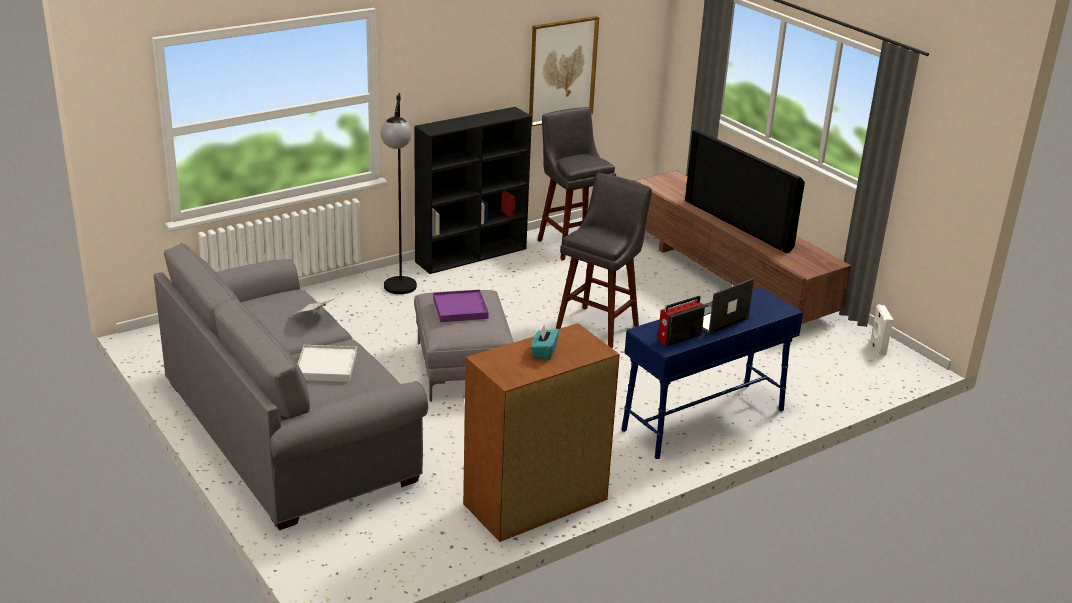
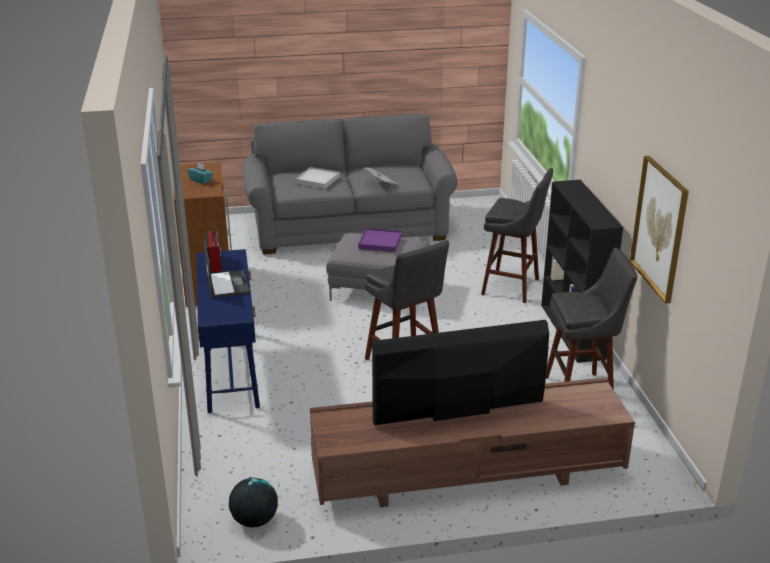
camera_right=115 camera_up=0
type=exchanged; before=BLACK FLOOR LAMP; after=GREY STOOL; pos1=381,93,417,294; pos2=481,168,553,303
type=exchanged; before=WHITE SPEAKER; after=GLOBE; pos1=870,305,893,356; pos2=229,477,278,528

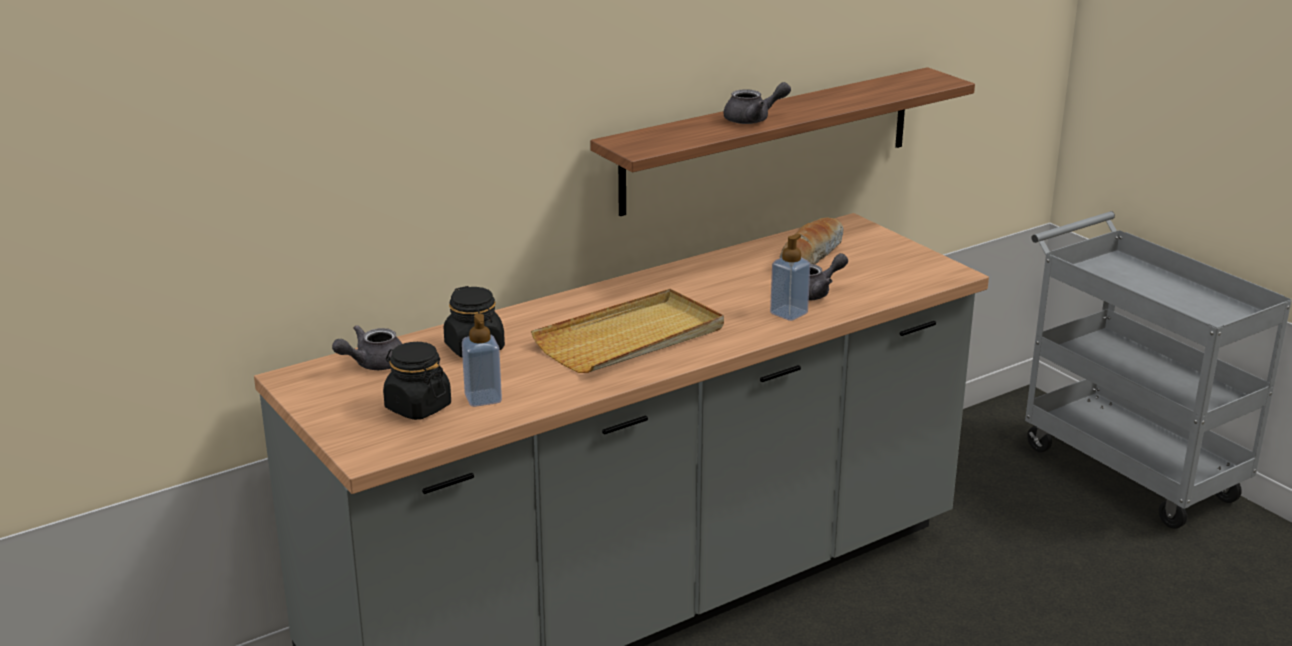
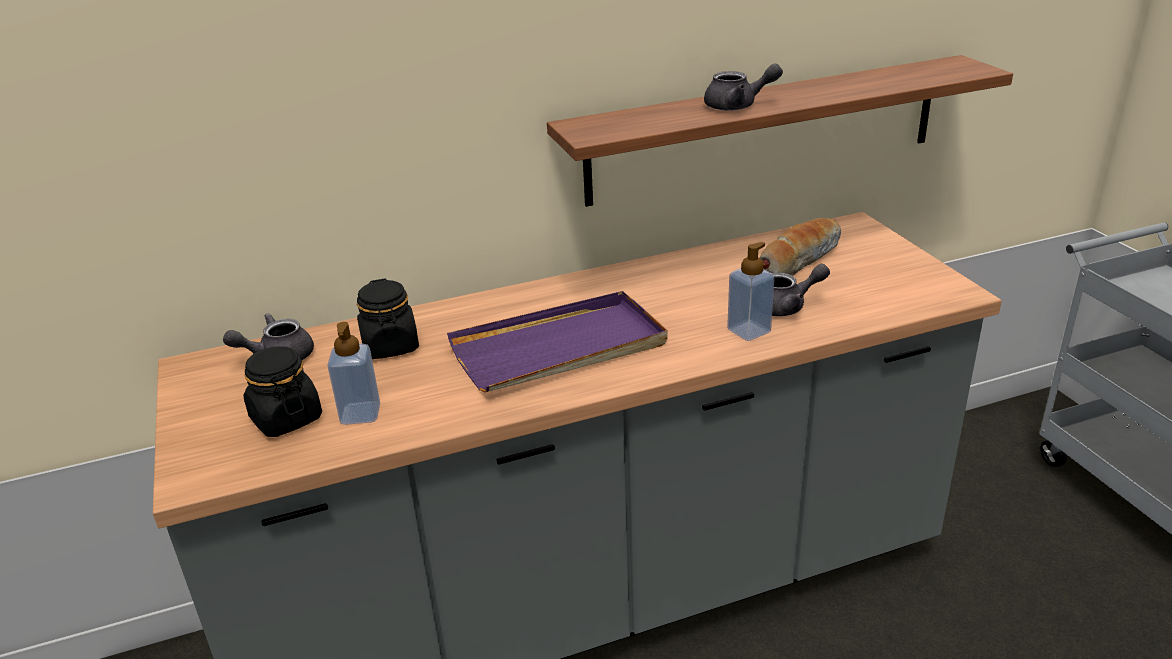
camera_right=15 camera_up=5
type=colour; before=BEIGE TRAY; after=PURPLE TRAY; pos1=531,289,724,373; pos2=447,291,668,393

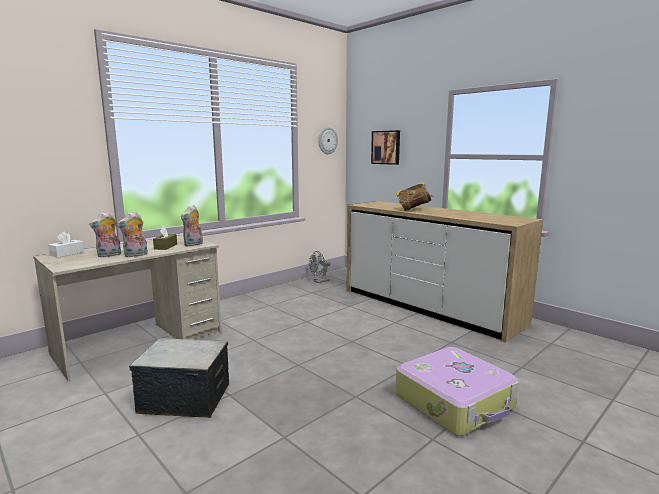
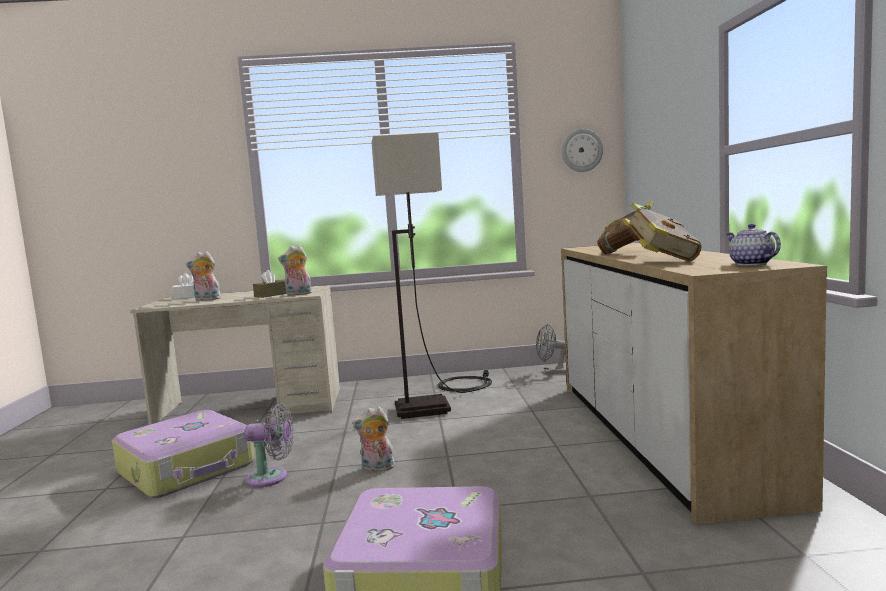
camera_right=40 camera_up=-5
type=missing; before=PICTURE; pos1=371,130,400,165
type=relocated; before=PLUSH TOY; pos1=117,212,148,257; pos2=352,406,396,473
type=exchanged; before=STORAGE BOX; after=SUITCASE; pos1=129,338,229,418; pos2=112,410,254,498
type=appeared; after=FLOOR LAMP; pos2=371,133,492,419
type=appeared; after=BOOK; pos2=623,203,701,262
type=appeared; after=TEAPOT; pos2=726,224,781,266
type=appeared; after=GREY FAN; pos2=244,404,294,488

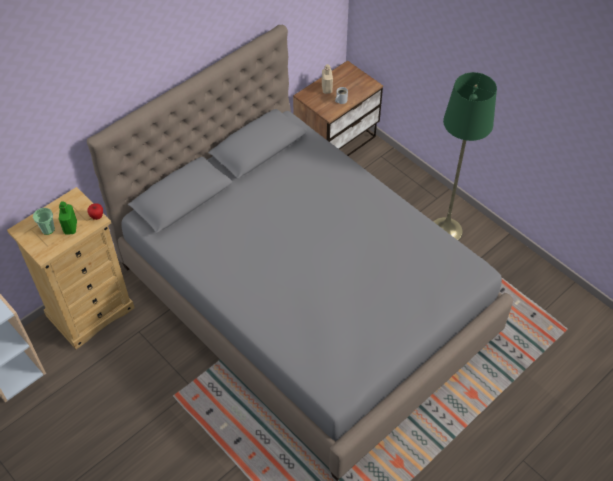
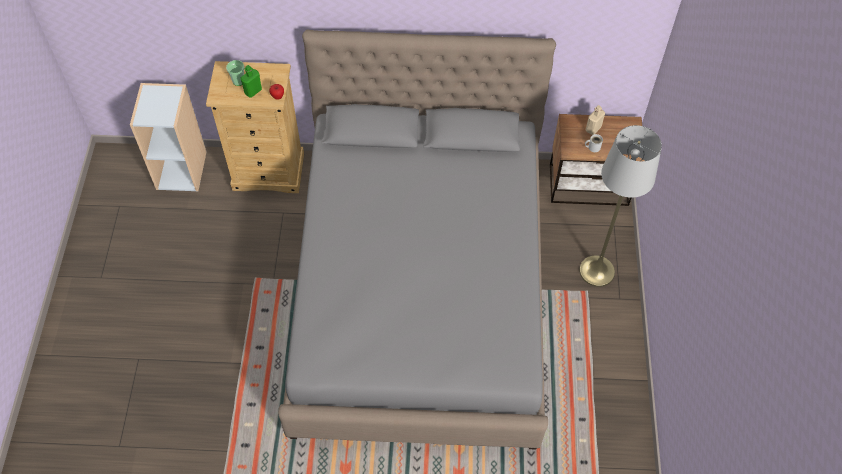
camera_right=45 camera_up=5
type=missing; before=GREEN FLOOR LAMP; pos1=433,72,497,241
type=appeared; after=GREY FLOOR LAMP; pos2=579,125,662,287

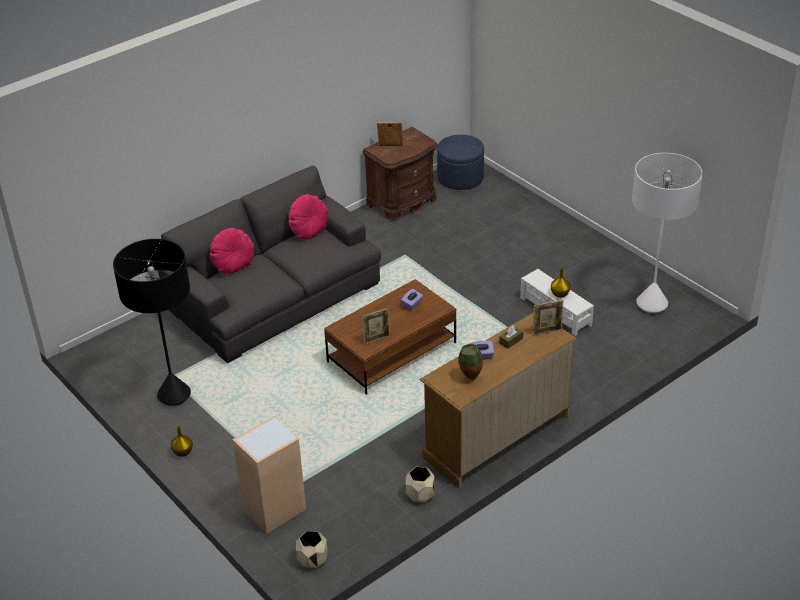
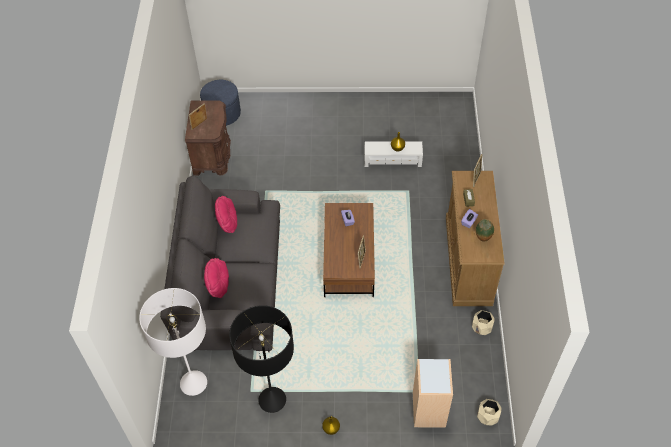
camera_right=-50 camera_up=15
type=relocated; before=WHITE FLOOR LAMP; pos1=632,153,703,313; pos2=139,288,207,396

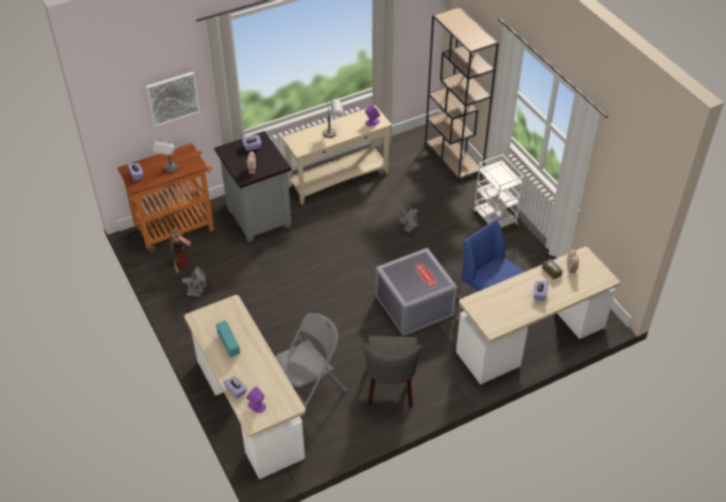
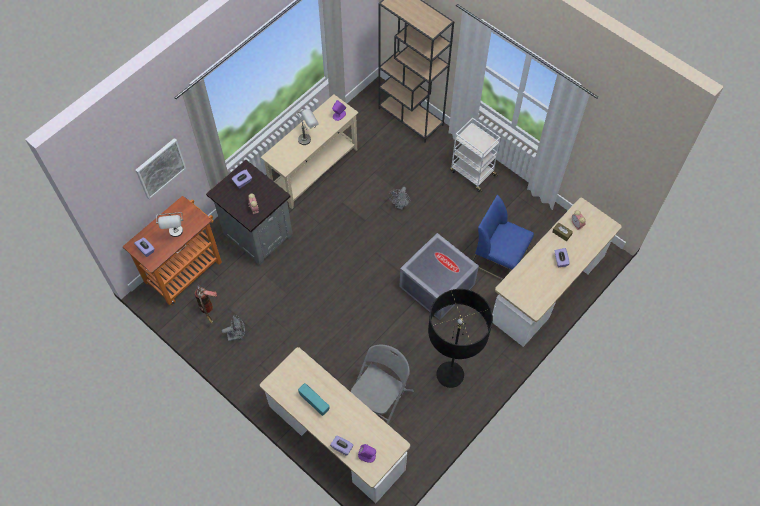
camera_right=-20 camera_up=15
type=exchanged; before=GREY CHAIR; after=BLACK FLOOR LAMP; pos1=362,336,422,408; pos2=428,289,493,388

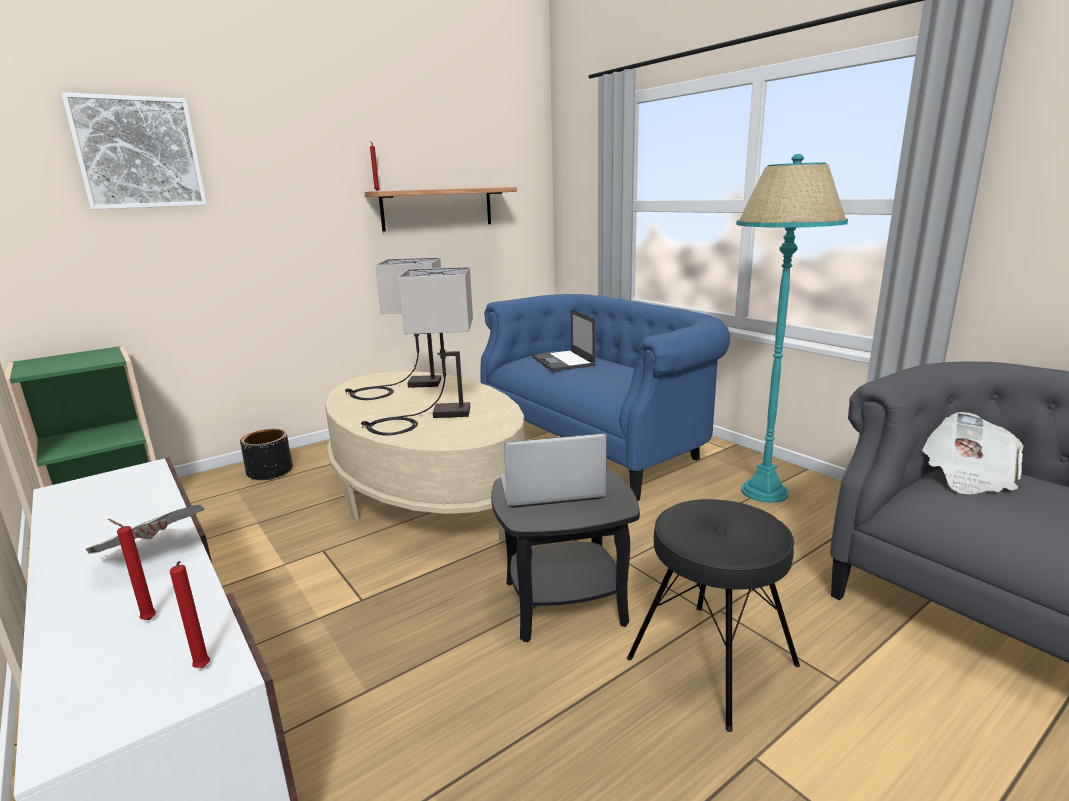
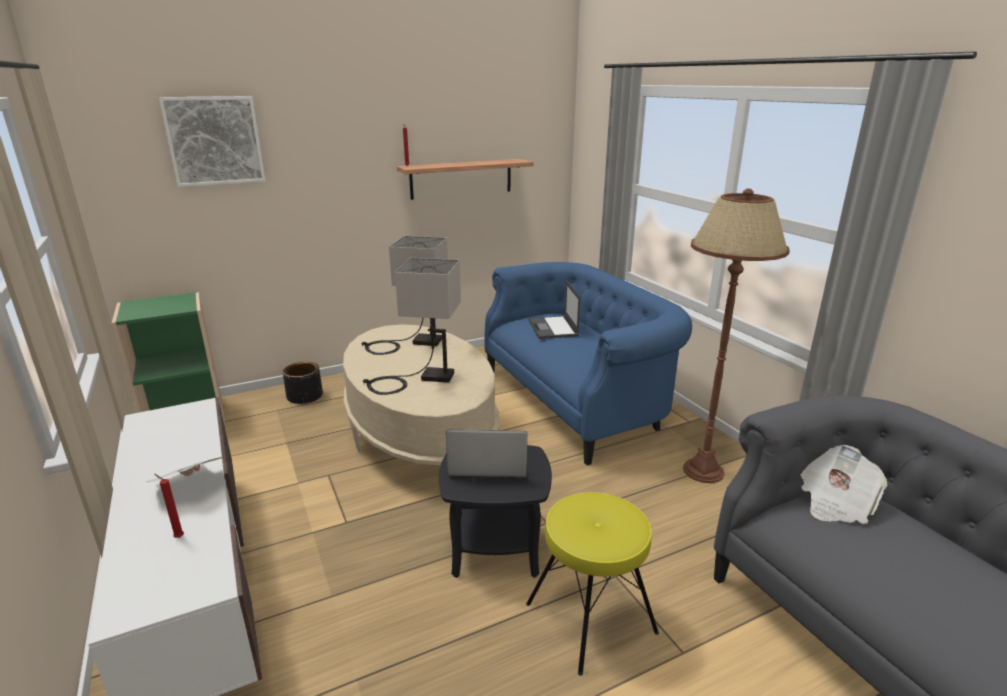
camera_right=10 camera_up=5
type=colour; before=TURQUOISE FLOOR LAMP; after=BROWN FLOOR LAMP; pos1=736,154,848,503; pos2=683,189,790,483
type=colour; before=BLACK STOOL; after=YELLOW STOOL; pos1=627,499,800,732; pos2=526,492,659,676
type=missing; before=RED CANDLE; pos1=170,561,210,668

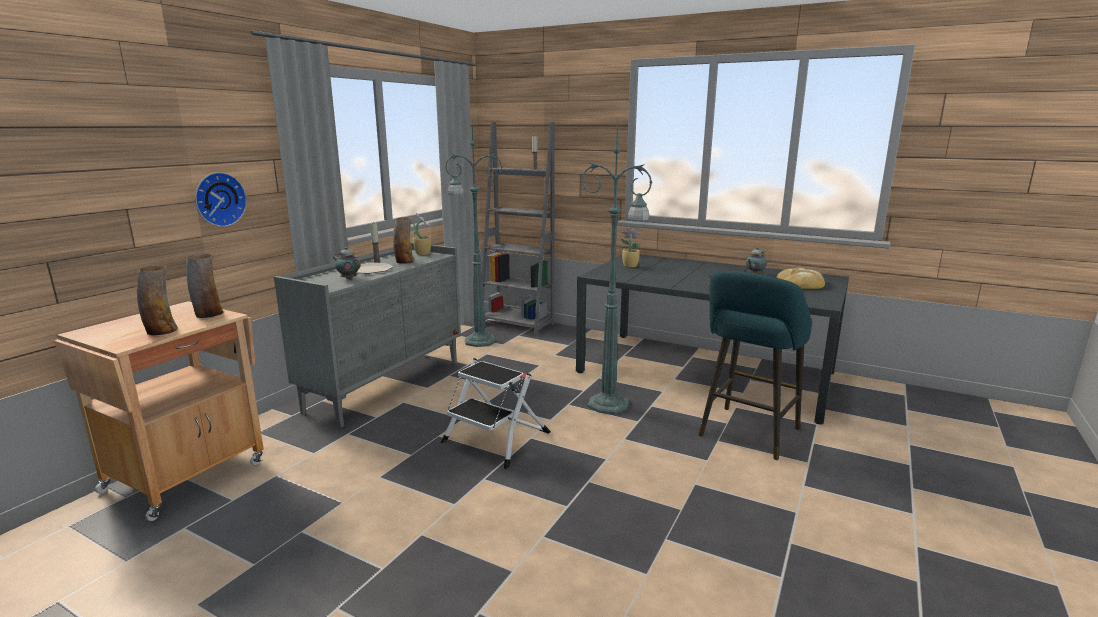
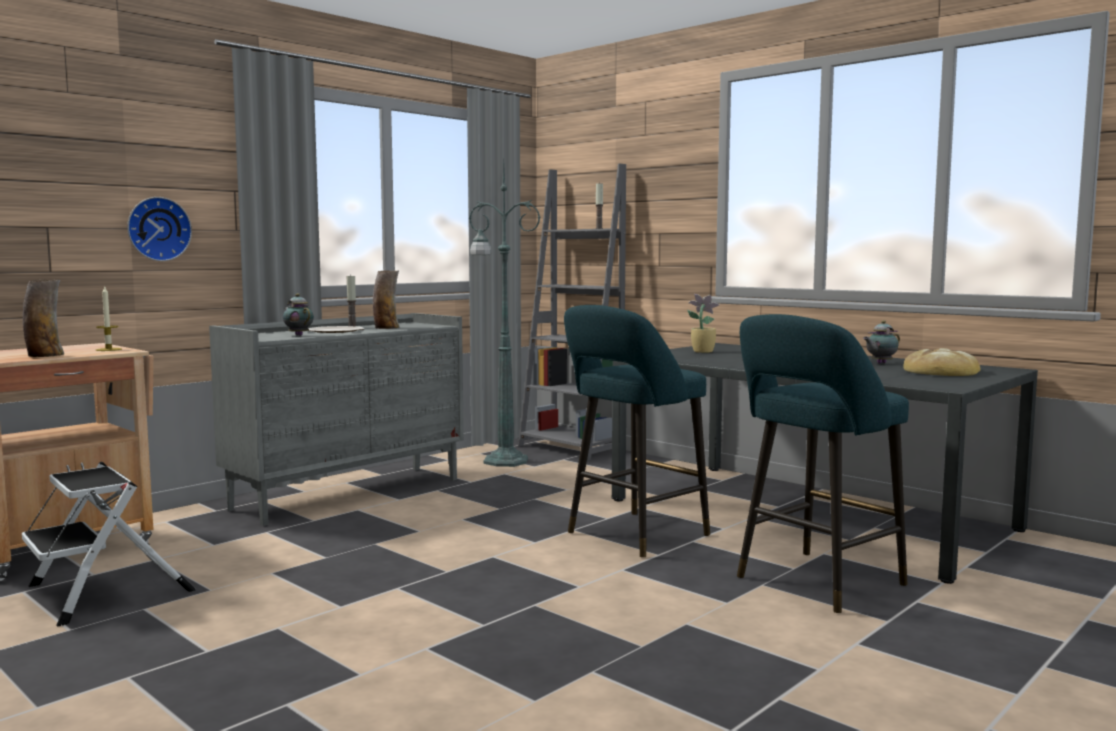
camera_right=15 camera_up=-10
type=exchanged; before=GREEN FLOOR LAMP; after=TURQUOISE STOOL; pos1=582,122,652,415; pos2=564,305,710,557
type=missing; before=POTTED PLANT; pos1=413,212,431,255
type=exchanged; before=VASE; after=CANDLE; pos1=186,253,223,318; pos2=96,285,122,351
type=relocated; before=STEP LADDER; pos1=441,358,551,469; pos2=22,462,196,627

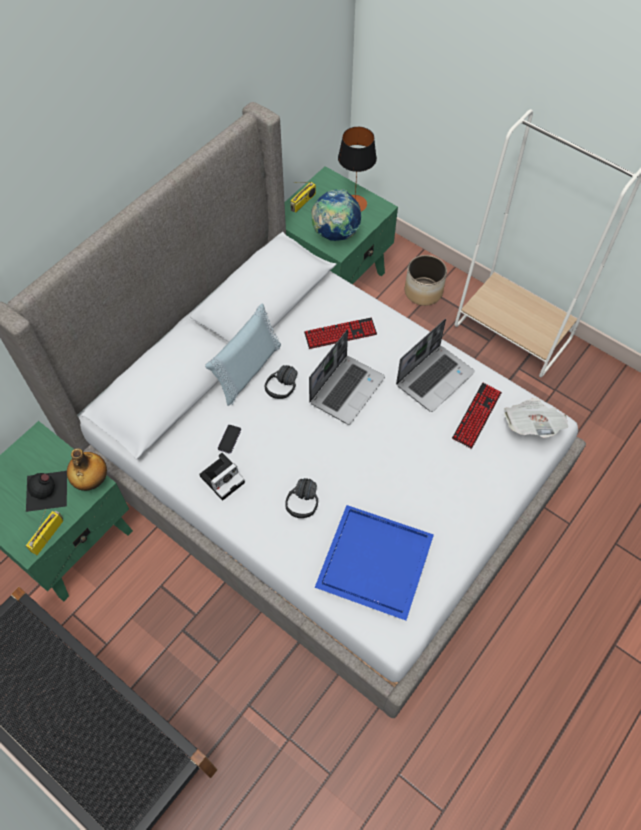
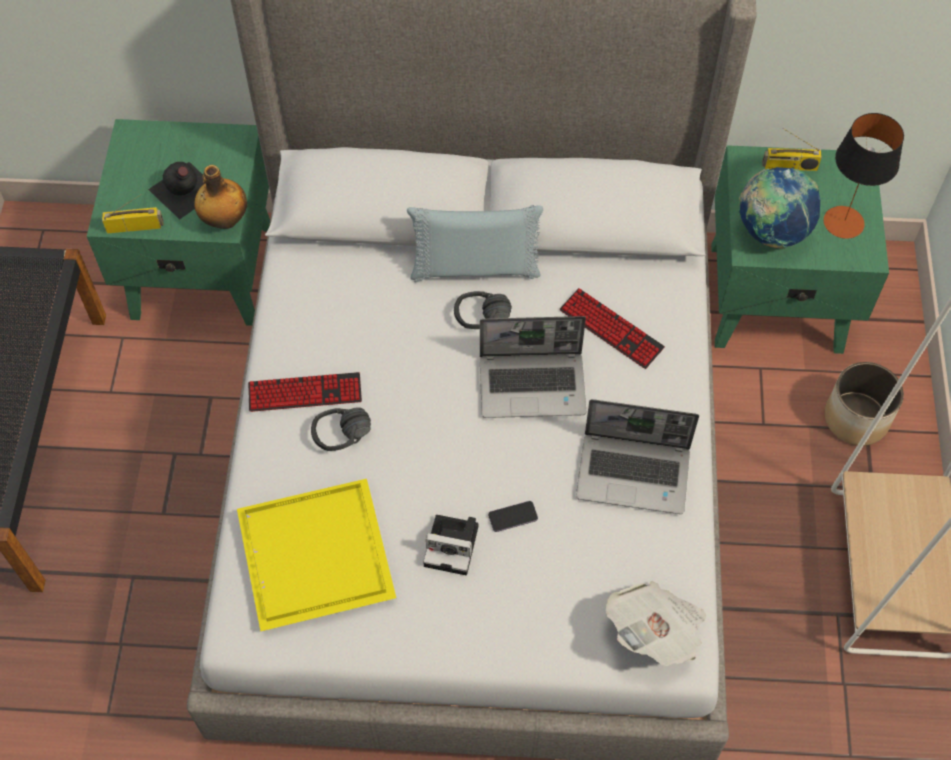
camera_right=55 camera_up=0
type=relocated; before=KEYBOARD; pos1=452,383,502,449; pos2=248,372,362,412
type=relocated; before=PHONE; pos1=218,425,241,453; pos2=488,501,538,532
type=relocated; before=PHOTO CAMERA; pos1=199,453,245,500; pos2=423,515,478,575
type=colour; before=BLUE TRAY; after=YELLOW TRAY; pos1=315,505,434,620; pos2=237,479,396,632

